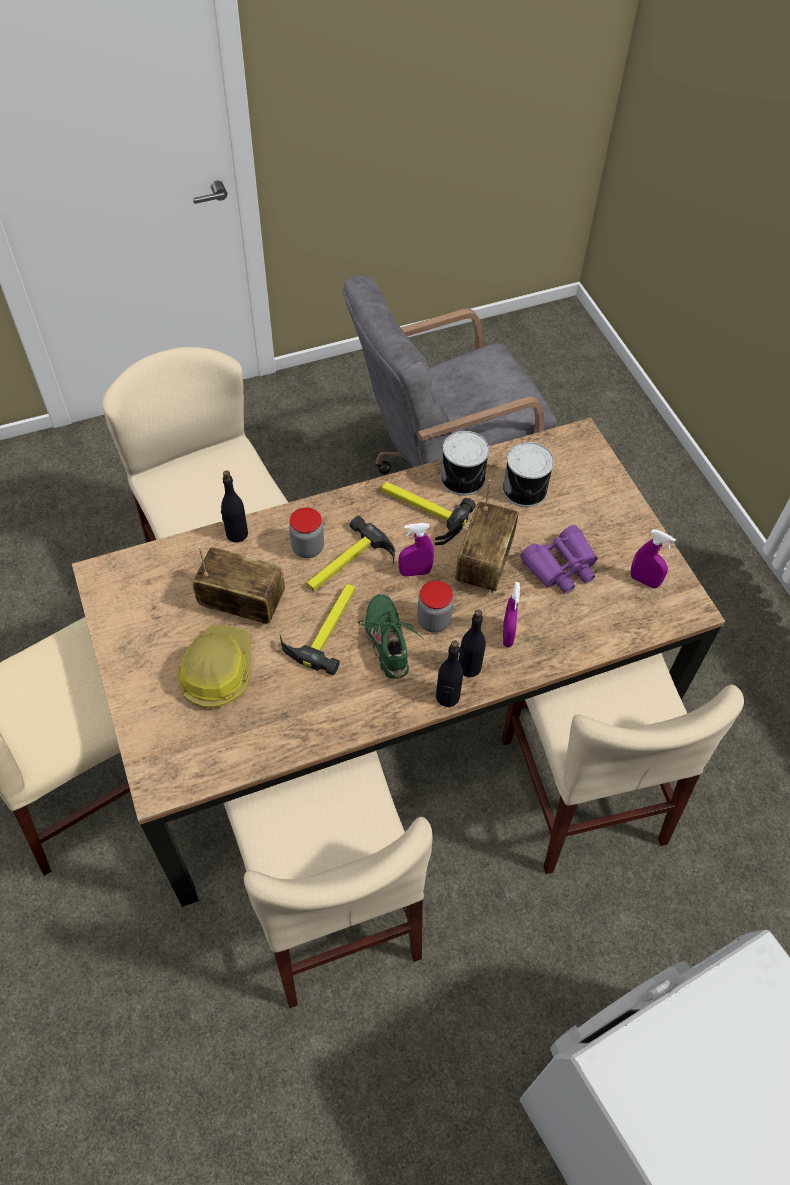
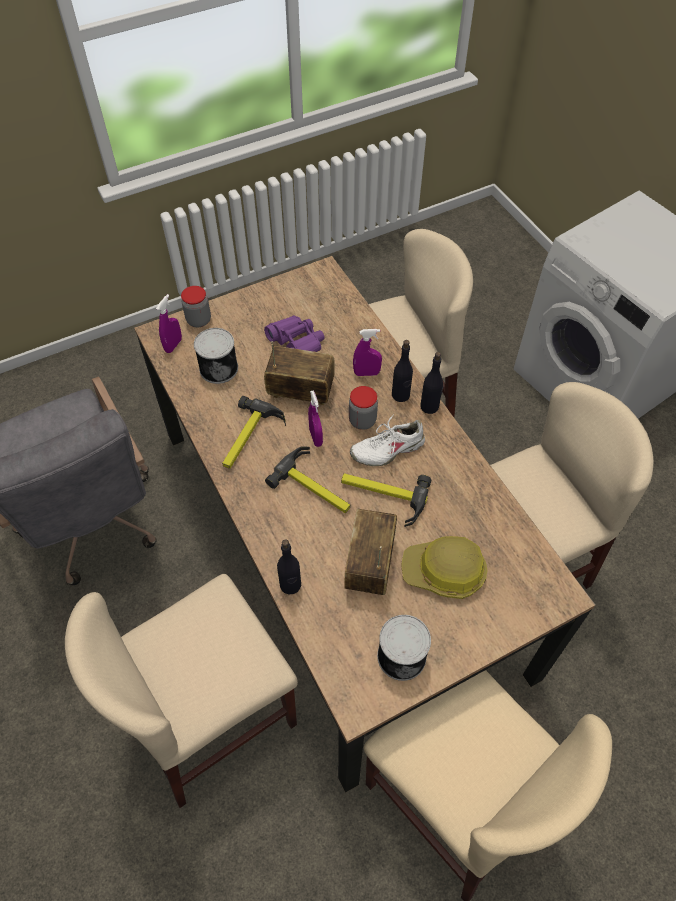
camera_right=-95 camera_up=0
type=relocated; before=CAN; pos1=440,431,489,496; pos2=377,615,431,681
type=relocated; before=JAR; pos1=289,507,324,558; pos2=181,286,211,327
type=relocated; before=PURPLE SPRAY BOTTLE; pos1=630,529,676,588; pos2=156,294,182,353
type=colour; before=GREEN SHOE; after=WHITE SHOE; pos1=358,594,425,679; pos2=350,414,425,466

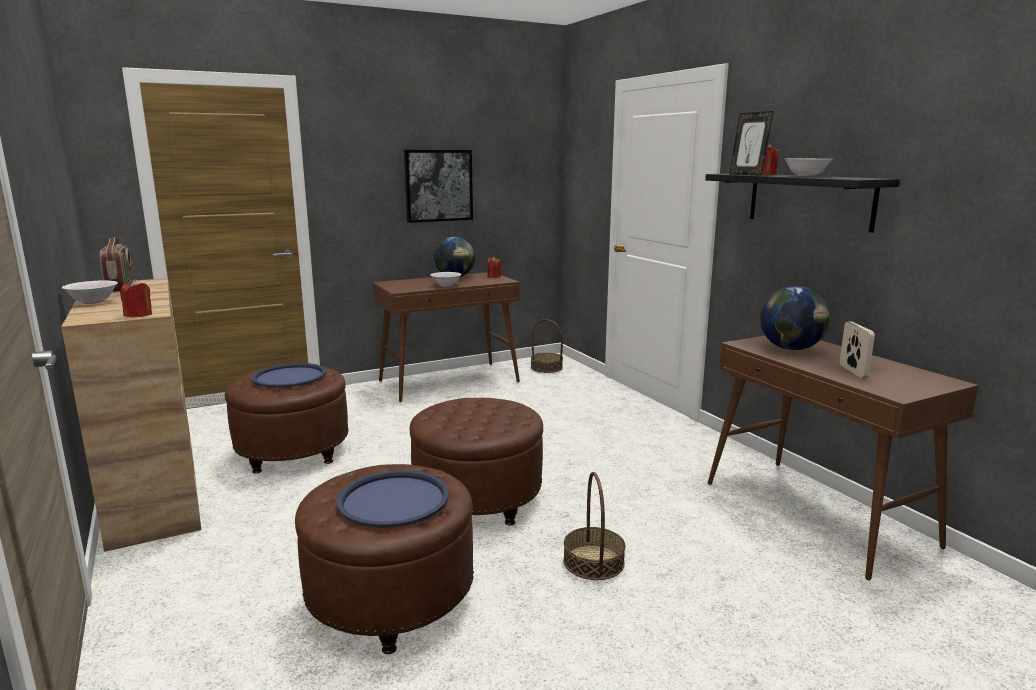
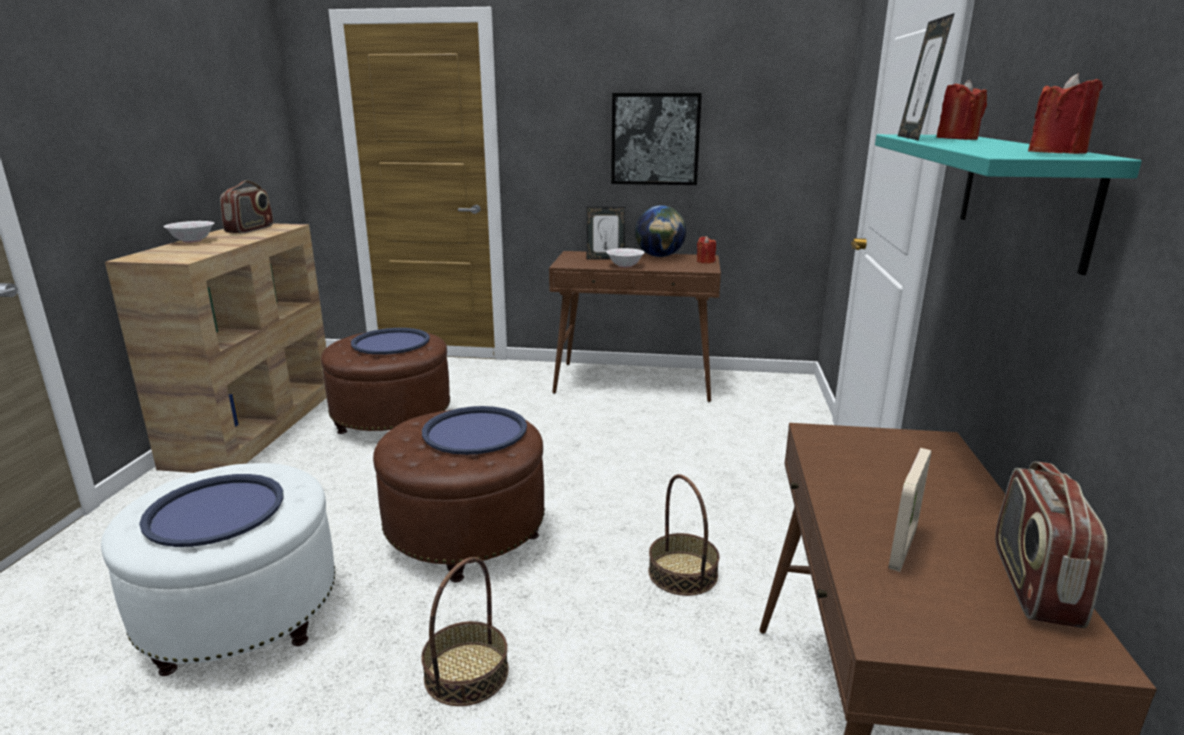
camera_right=35 camera_up=5
type=missing; before=WHITE BOWL; pos1=785,159,833,176
type=colour; before=BLACK SHELF; after=TURQUOISE SHELF; pos1=705,174,900,233; pos2=875,134,1142,275
type=relocated; before=RED CANDLE; pos1=120,280,152,317; pos2=1028,74,1103,154
type=missing; before=GLOBE; pos1=760,286,830,350
type=relocated; before=BASKET; pos1=531,319,563,373; pos2=649,474,720,596
type=colour; before=BROWN OTTOMAN; after=WHITE OTTOMAN; pos1=295,464,474,654; pos2=101,463,335,676
type=appeared; after=PICTURE FRAME; pos2=586,207,625,260
type=appeared; after=BLUE TRAY; pos2=422,406,527,455
type=appeared; after=RADIO; pos2=995,461,1108,628

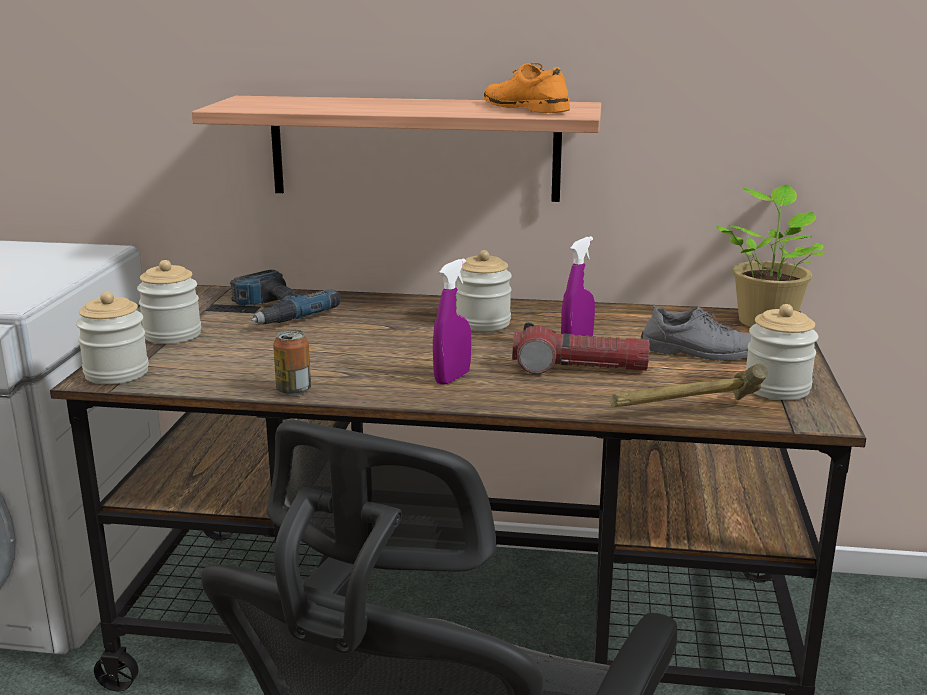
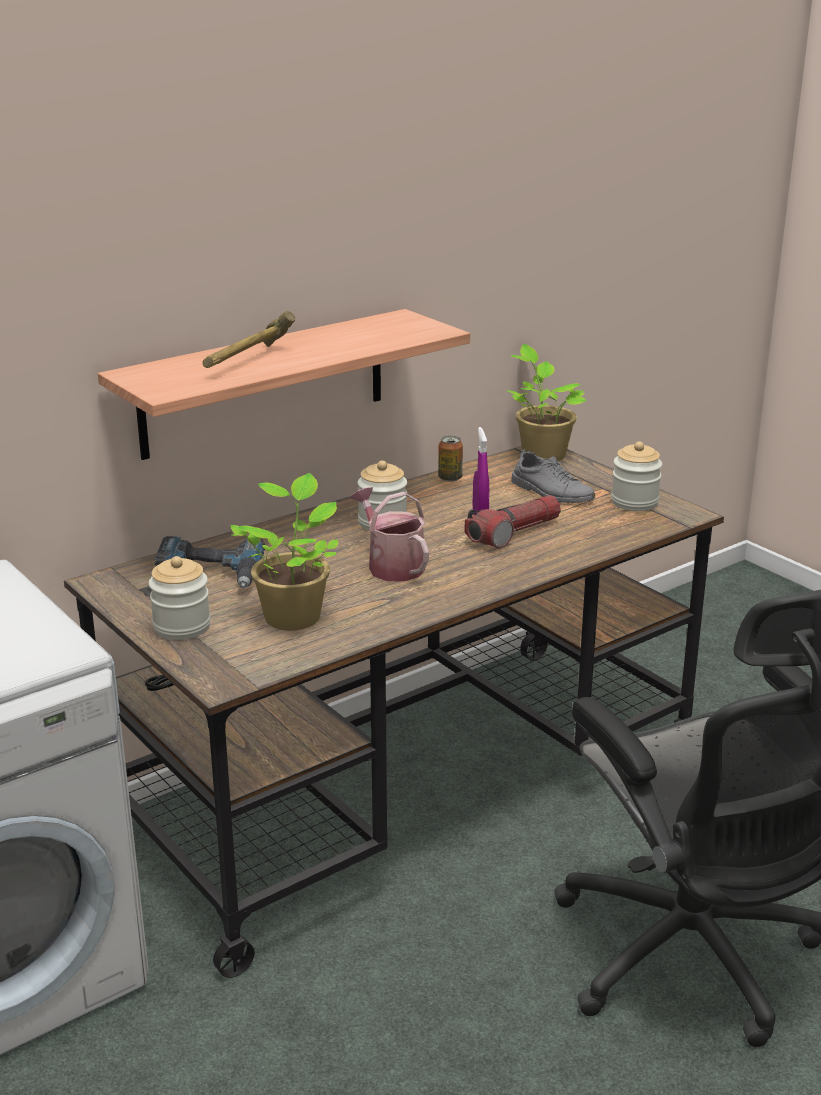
camera_right=-45 camera_up=5
type=missing; before=ORANGE SHOE; pos1=484,63,570,113
type=missing; before=PURPLE SPRAY BOTTLE; pos1=433,259,471,385
type=missing; before=JAR; pos1=76,292,149,384
type=spun; before=GREY SHOE; pos1=641,305,751,361; pos2=511,449,595,503; turn=75
type=relocated; before=CAN; pos1=273,330,311,396; pos2=438,436,463,482
type=relocated; before=HAMMER; pos1=610,364,768,408; pos2=203,311,295,368
type=appeared; after=POTTED PLANT; pos2=231,473,338,631
type=appeared; after=WATERING CAN; pos2=351,487,429,582

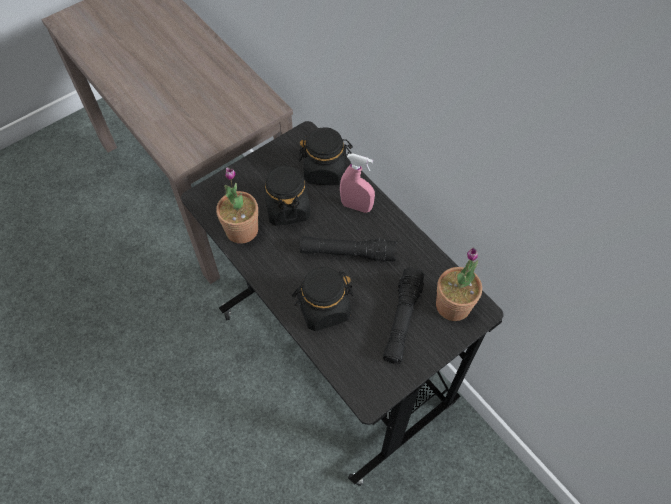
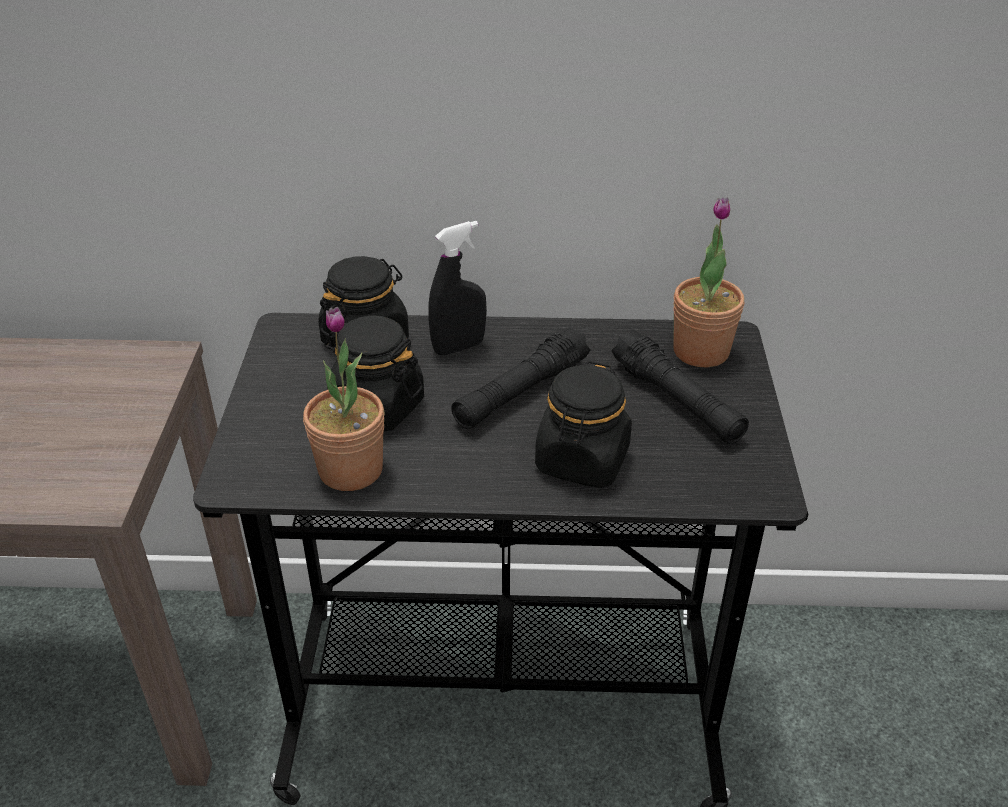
camera_right=-50 camera_up=-20
type=colour; before=PINK SPRAY BOTTLE; after=BLACK SPRAY BOTTLE; pos1=340,154,375,213; pos2=428,221,487,355

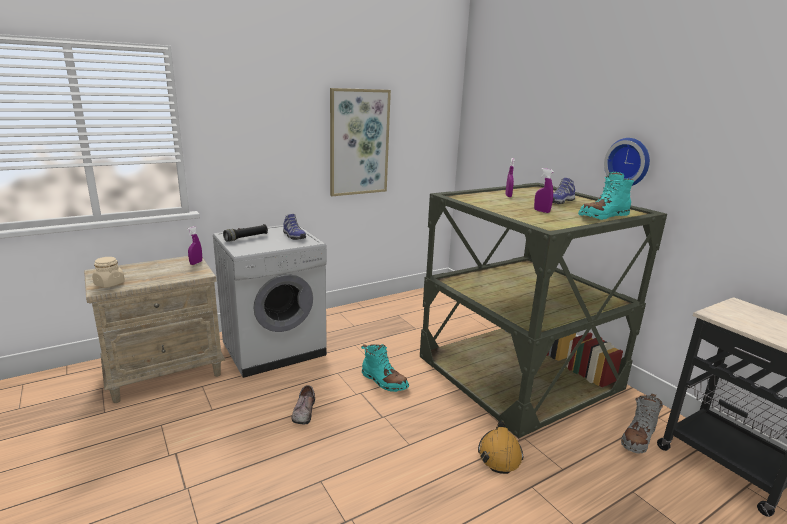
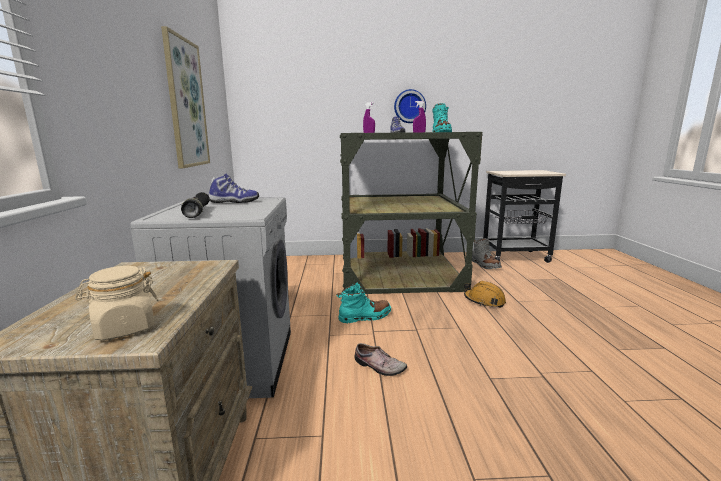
camera_right=-60 camera_up=-5
type=missing; before=PURPLE SPRAY BOTTLE; pos1=187,226,202,265

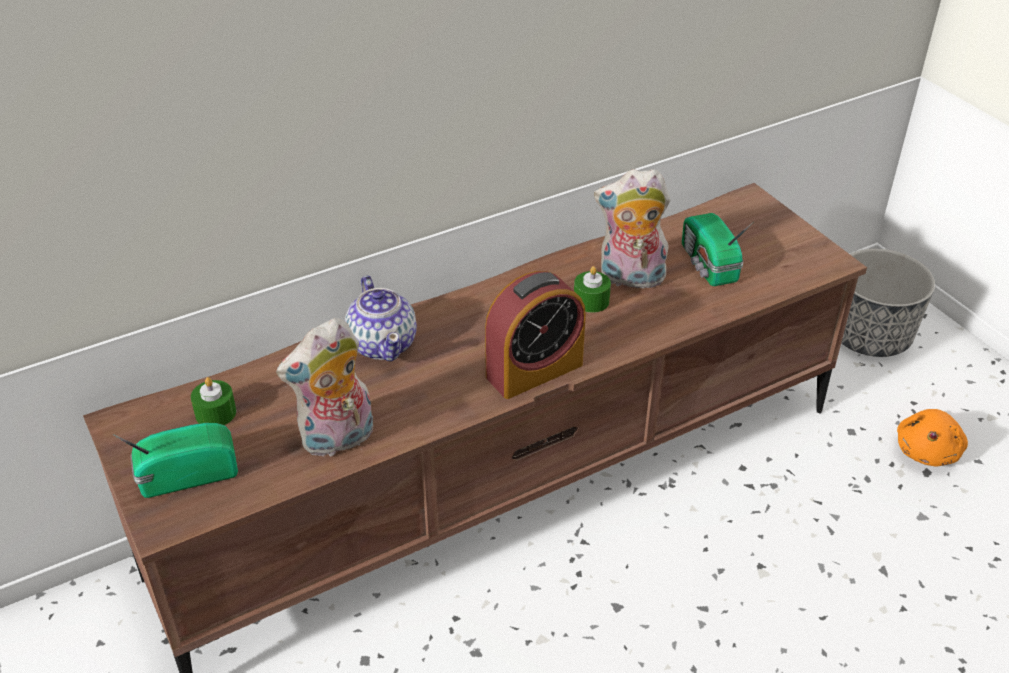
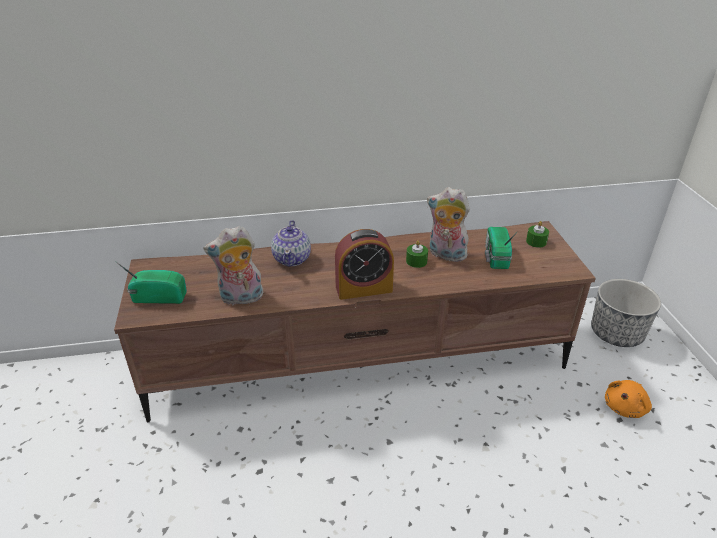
camera_right=20 camera_up=-5
type=relocated; before=GREEN CANDLE; pos1=191,377,236,425; pos2=526,221,549,248

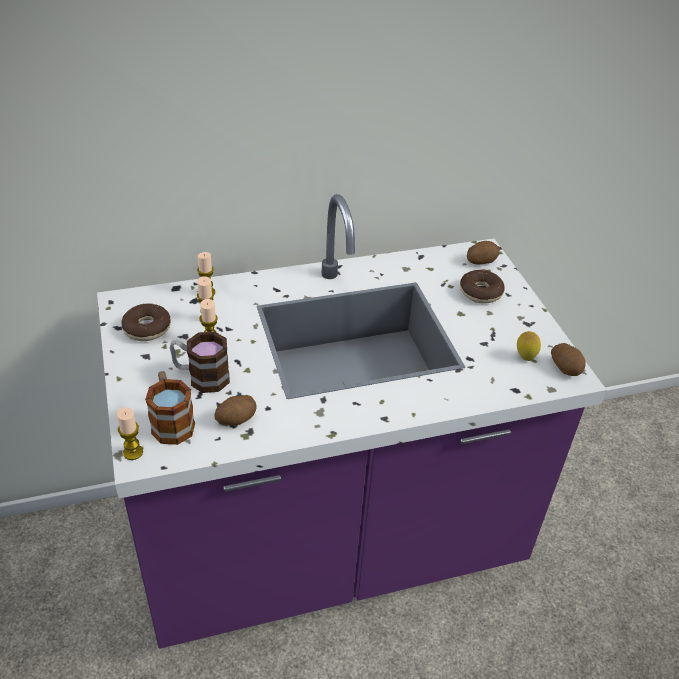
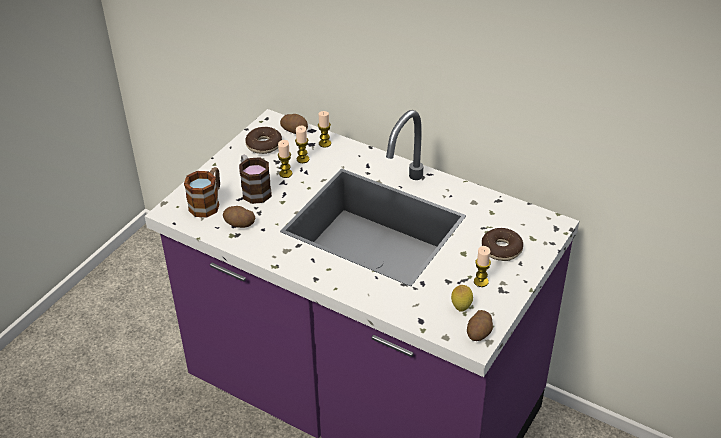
camera_right=50 camera_up=0
type=relocated; before=POTATO; pos1=467,241,500,265; pos2=280,114,308,134
type=relocated; before=CANDLE; pos1=117,407,143,460; pos2=474,246,491,287

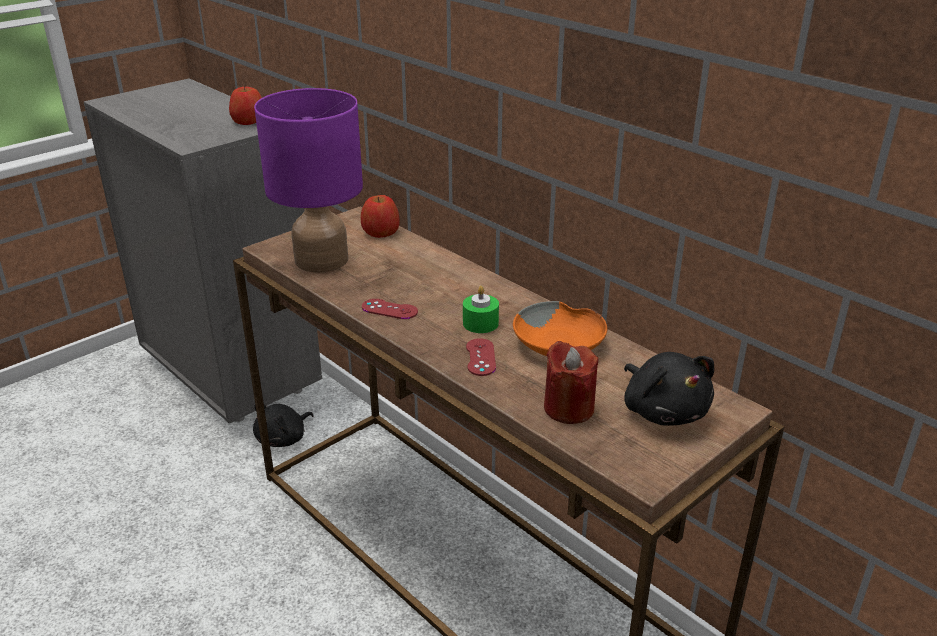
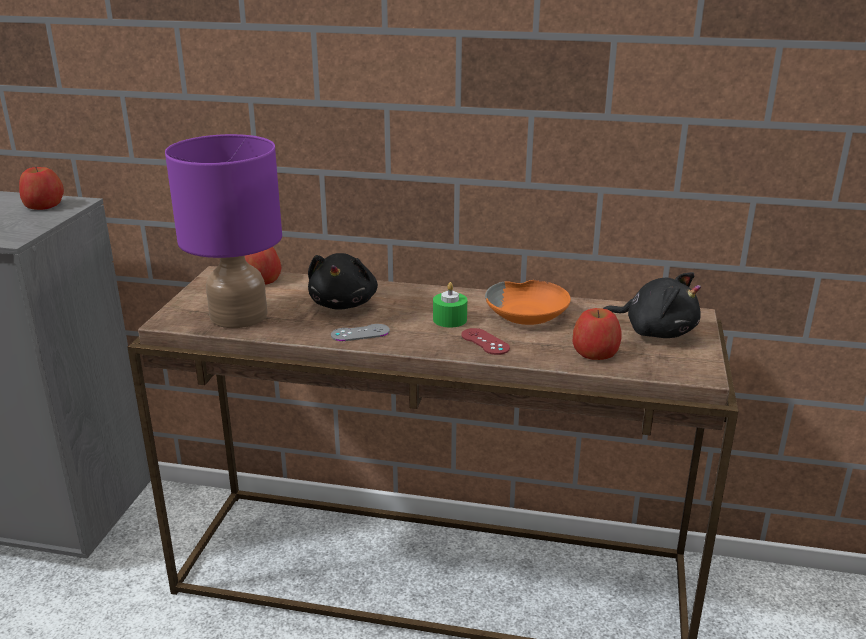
camera_right=-35 camera_up=-5
type=colour; before=RED GAME CONTROLLER; after=GREY GAME CONTROLLER; pos1=362,299,418,319; pos2=331,324,390,341
type=exchanged; before=RED CANDLE; after=APPLE; pos1=544,341,599,424; pos2=573,308,622,360
type=relocated; before=BLACK PLUSH TOY; pos1=253,404,314,447; pos2=308,253,378,309

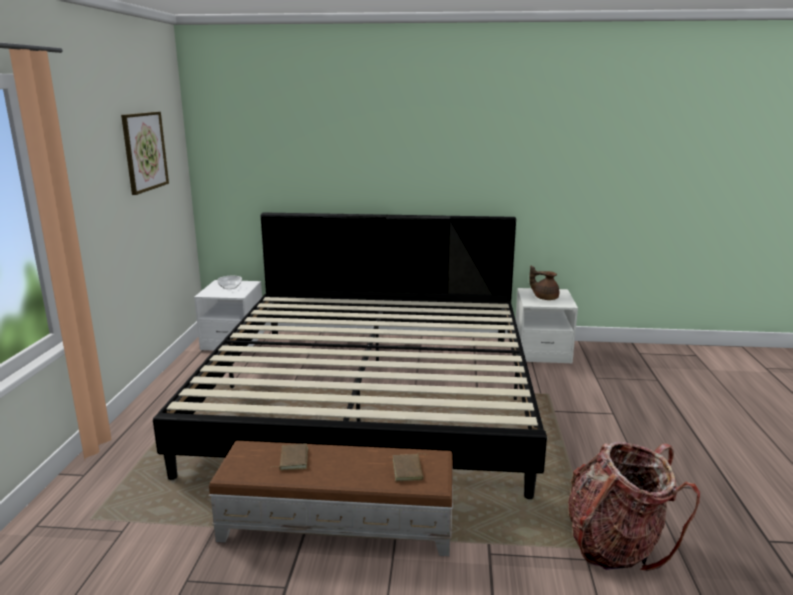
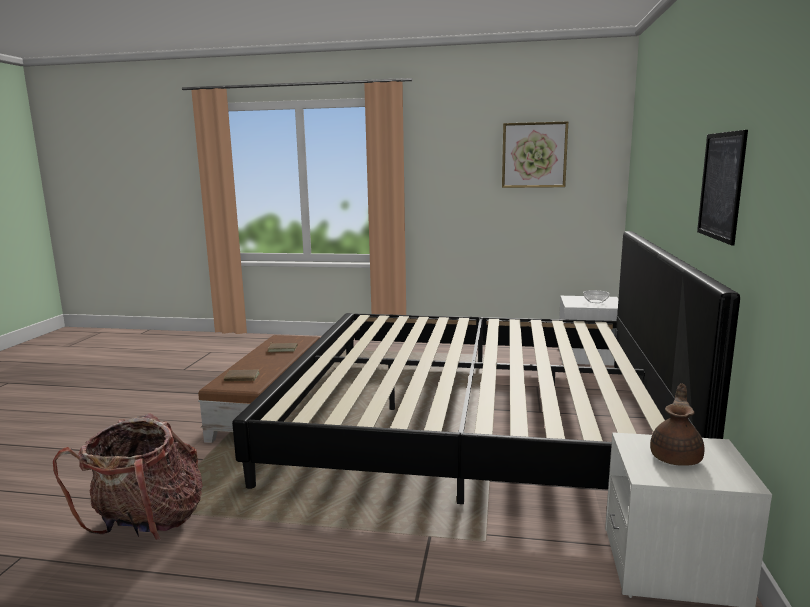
camera_right=95 camera_up=-5
type=appeared; after=PICTURE; pos2=697,130,748,245

